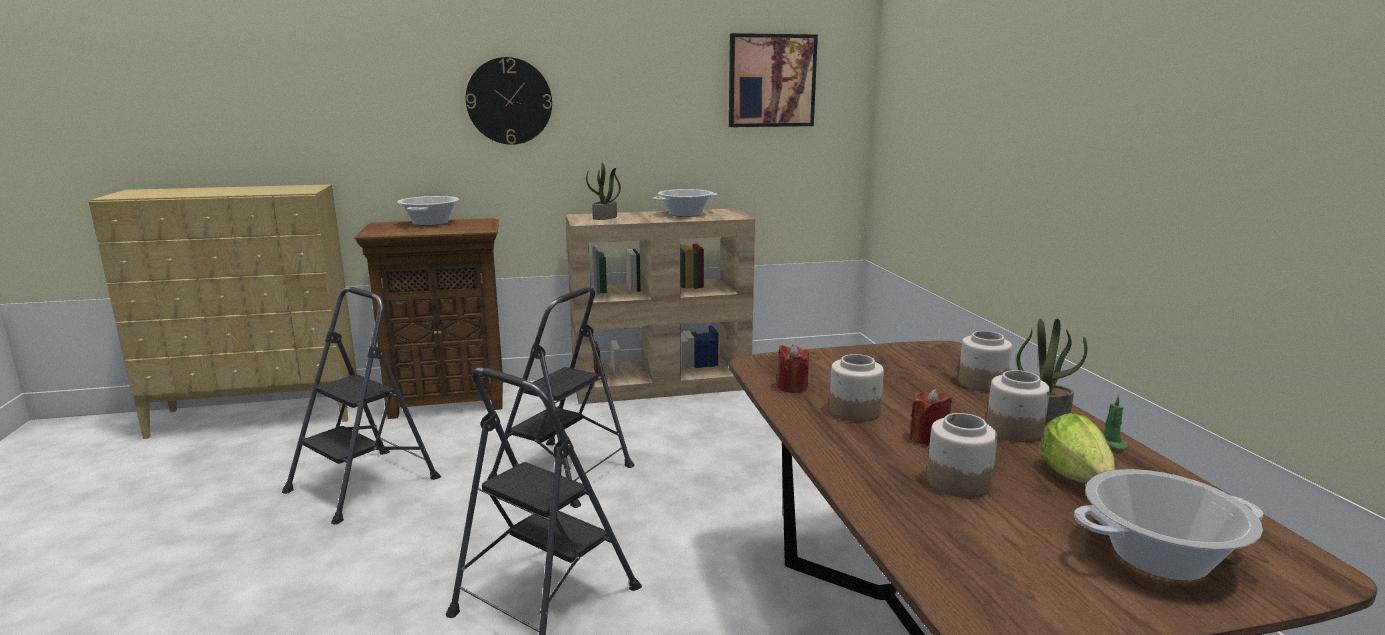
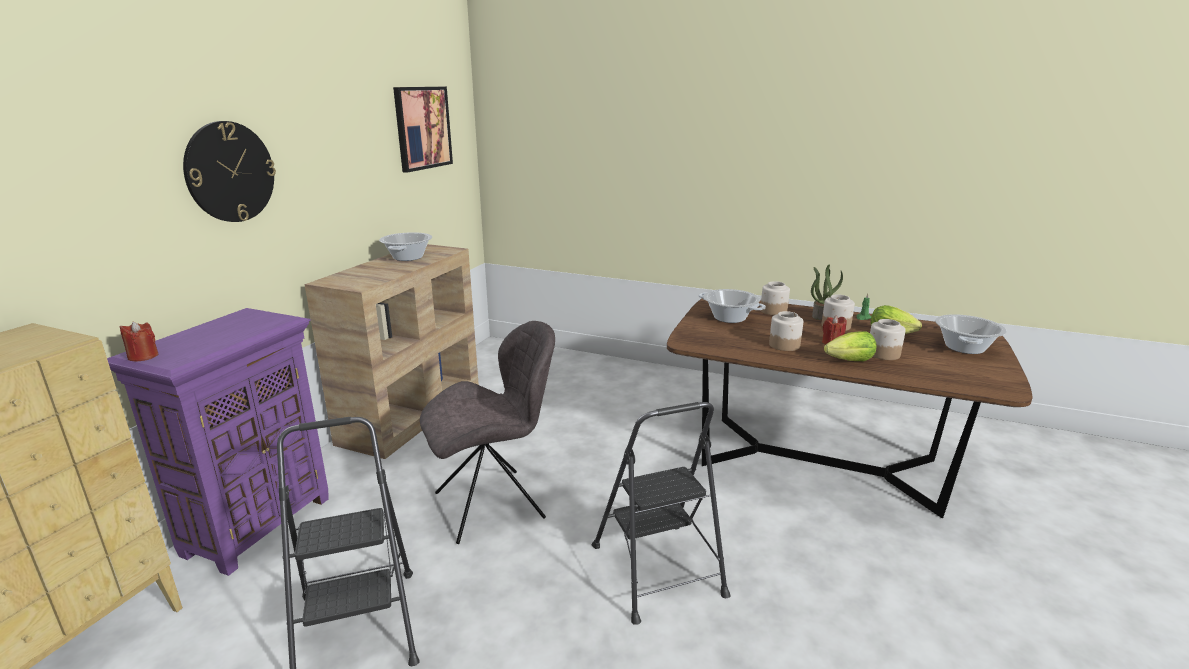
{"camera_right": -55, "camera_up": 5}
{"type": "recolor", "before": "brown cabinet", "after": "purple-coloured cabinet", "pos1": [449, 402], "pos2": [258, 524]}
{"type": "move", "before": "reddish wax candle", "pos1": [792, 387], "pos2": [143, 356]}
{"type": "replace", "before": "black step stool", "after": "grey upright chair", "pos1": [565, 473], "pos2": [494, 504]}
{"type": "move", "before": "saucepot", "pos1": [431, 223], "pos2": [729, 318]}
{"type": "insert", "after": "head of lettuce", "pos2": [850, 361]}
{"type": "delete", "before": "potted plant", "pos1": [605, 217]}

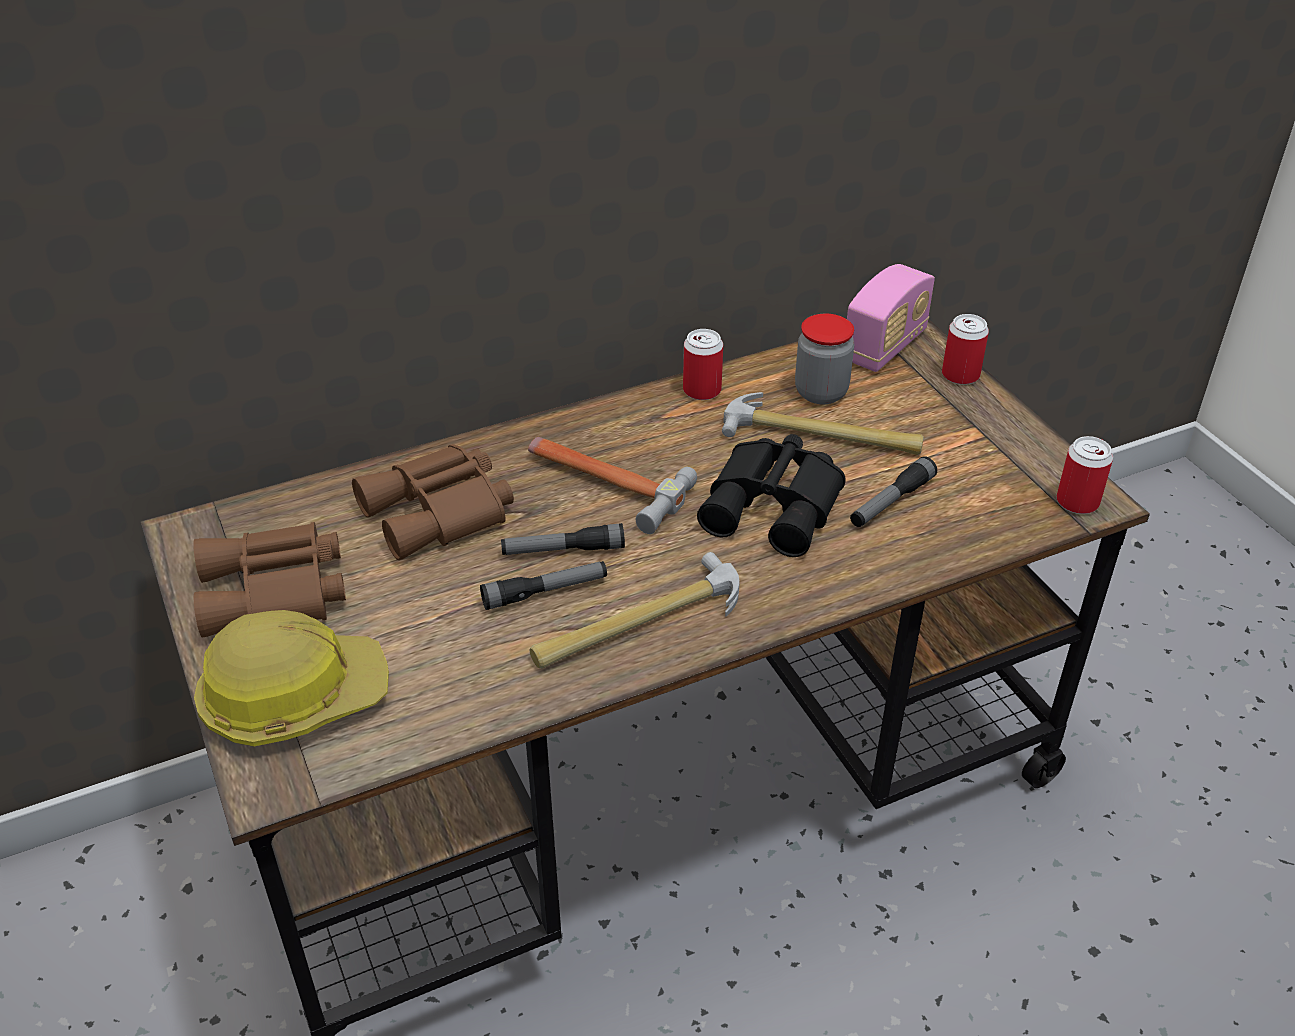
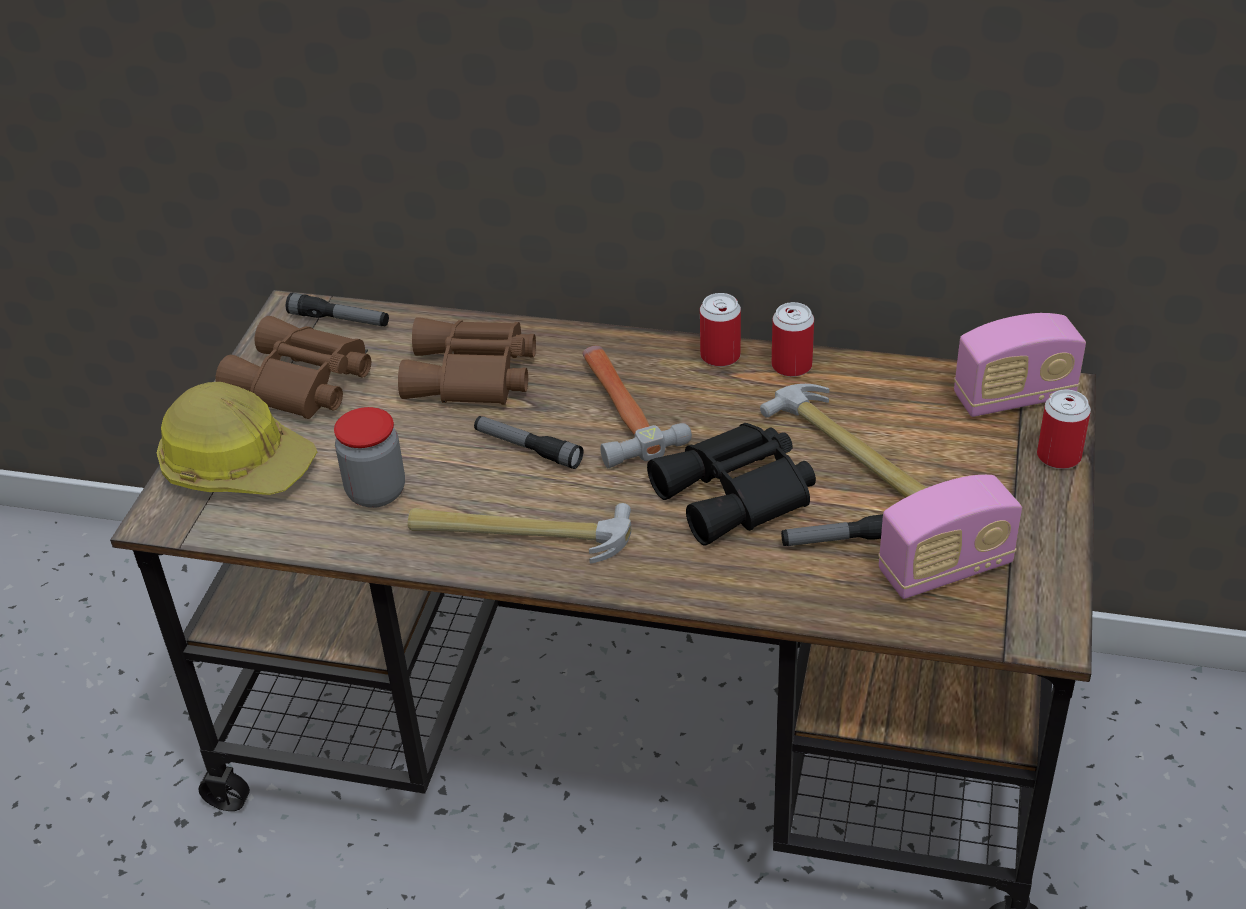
{"camera_right": 40, "camera_up": 0}
{"type": "move", "before": "flashlight", "pos1": [545, 592], "pos2": [339, 320]}
{"type": "move", "before": "preserve jar", "pos1": [821, 392], "pos2": [376, 492]}
{"type": "move", "before": "sealed can", "pos1": [1077, 502], "pos2": [720, 356]}
{"type": "insert", "after": "radio receiver", "pos2": [945, 569]}

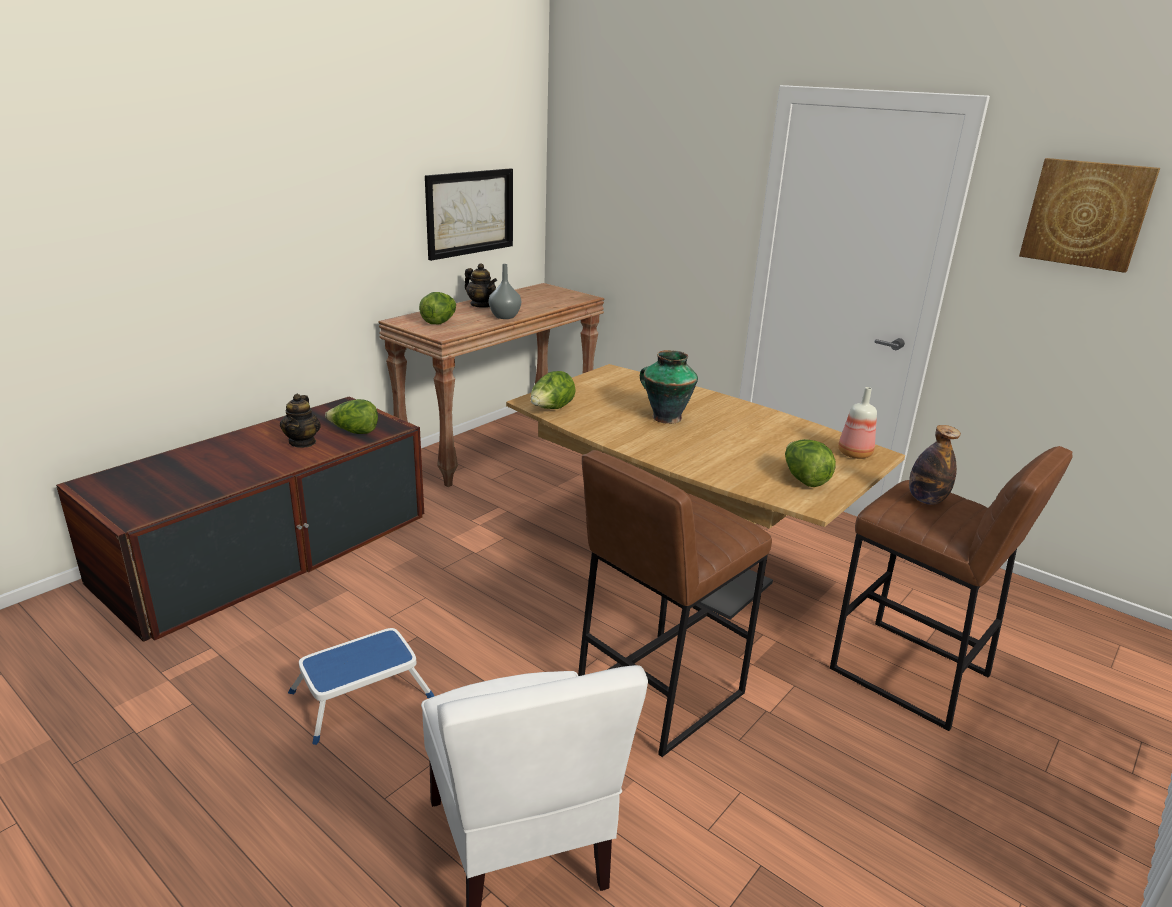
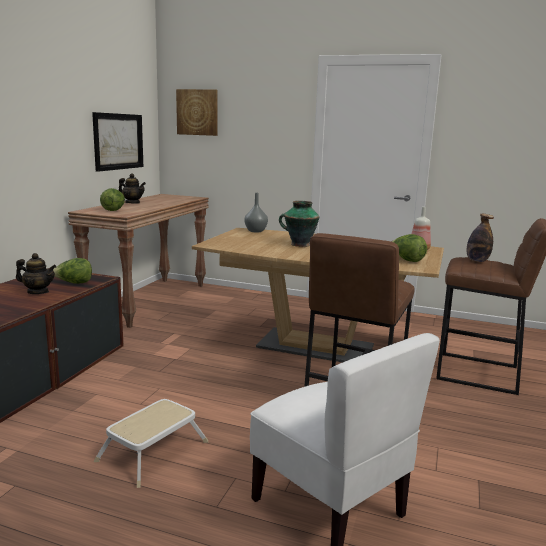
{"camera_right": -20, "camera_up": -10}
{"type": "rotate", "before": "teapot", "pos1": [303, 442], "pos2": [38, 292], "turn": -60}
{"type": "recolor", "before": "blue step stool", "after": "beige-coloured step stool", "pos1": [361, 694], "pos2": [152, 451]}
{"type": "move", "before": "wall art", "pos1": [1086, 214], "pos2": [197, 112]}
{"type": "move", "before": "grey decorative vase", "pos1": [505, 317], "pos2": [256, 231]}
{"type": "delete", "before": "head of lettuce", "pos1": [551, 409]}

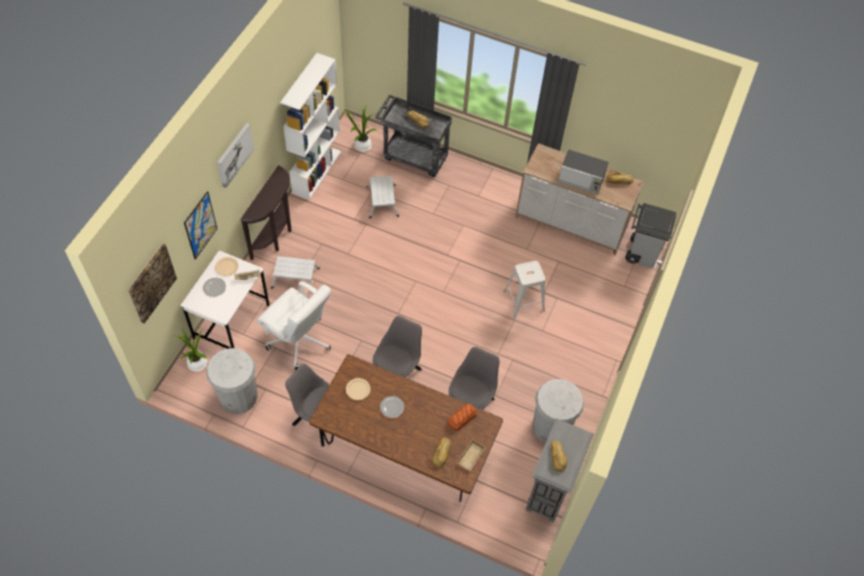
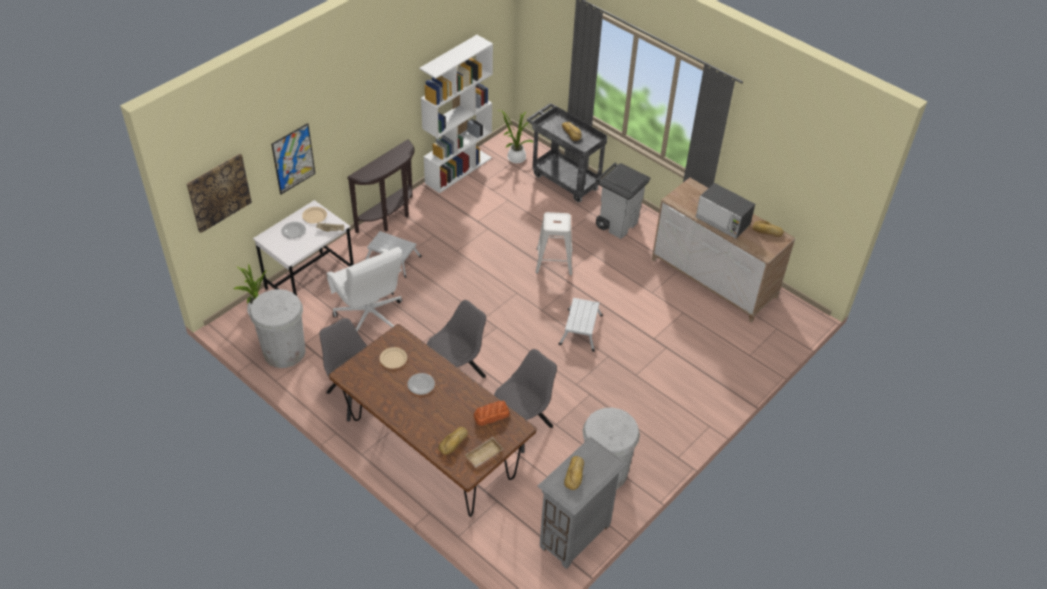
{"camera_right": 20, "camera_up": -10}
{"type": "move", "before": "whitish stool", "pos1": [523, 300], "pos2": [554, 261]}
{"type": "move", "before": "whitish step stool", "pos1": [382, 201], "pos2": [580, 330]}
{"type": "move", "before": "grey rubbish bin", "pos1": [641, 253], "pos2": [617, 223]}
{"type": "delete", "before": "wall art", "pos1": [234, 155]}

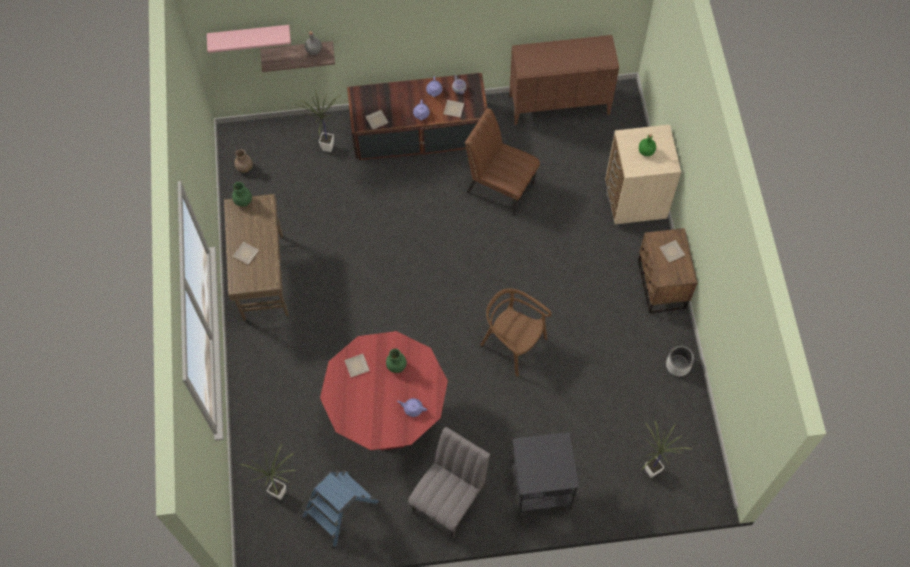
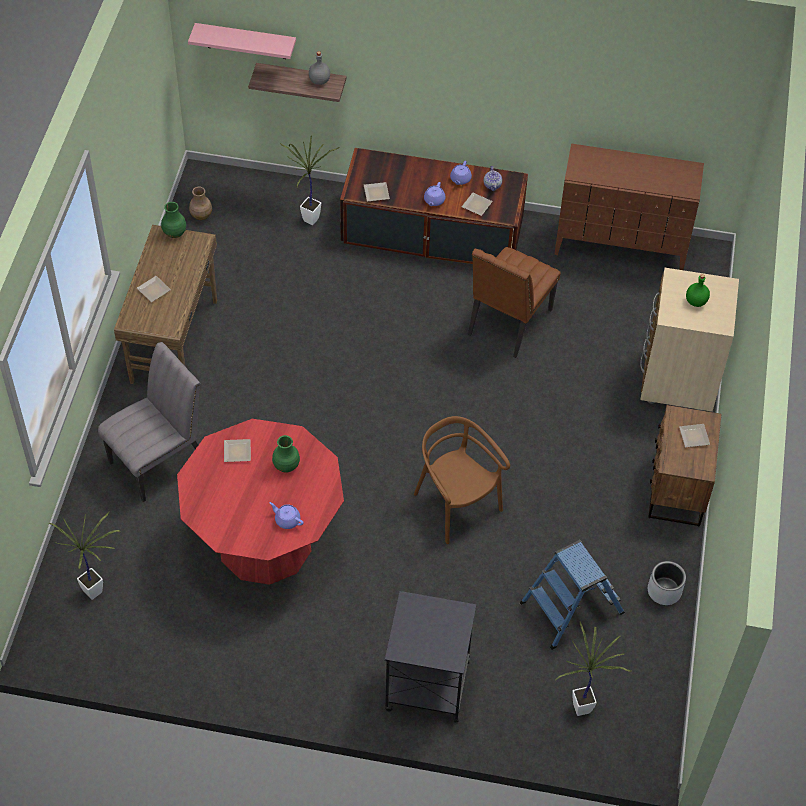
{"camera_right": 15, "camera_up": -10}
{"type": "move", "before": "grey upright chair", "pos1": [450, 500], "pos2": [158, 462]}
{"type": "rotate", "before": "brown upright chair", "pos1": [501, 188], "pos2": [509, 321], "turn": -105}
{"type": "move", "before": "blue step stool", "pos1": [341, 509], "pos2": [572, 607]}

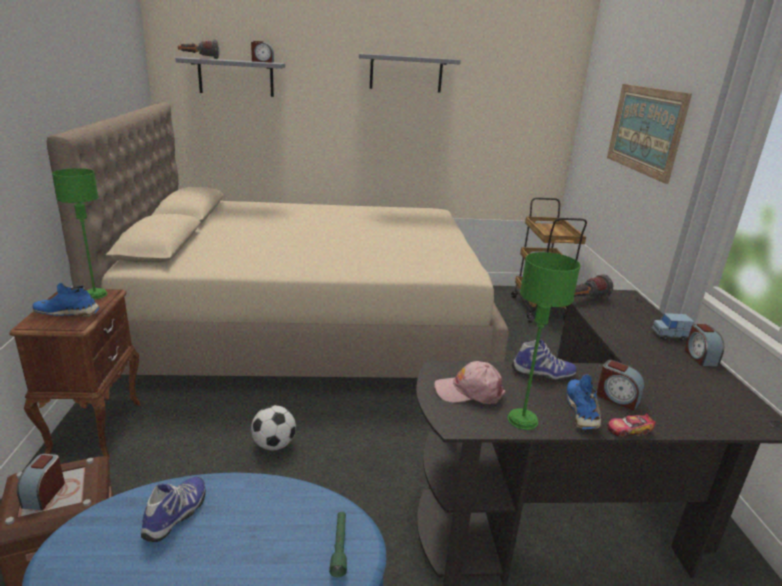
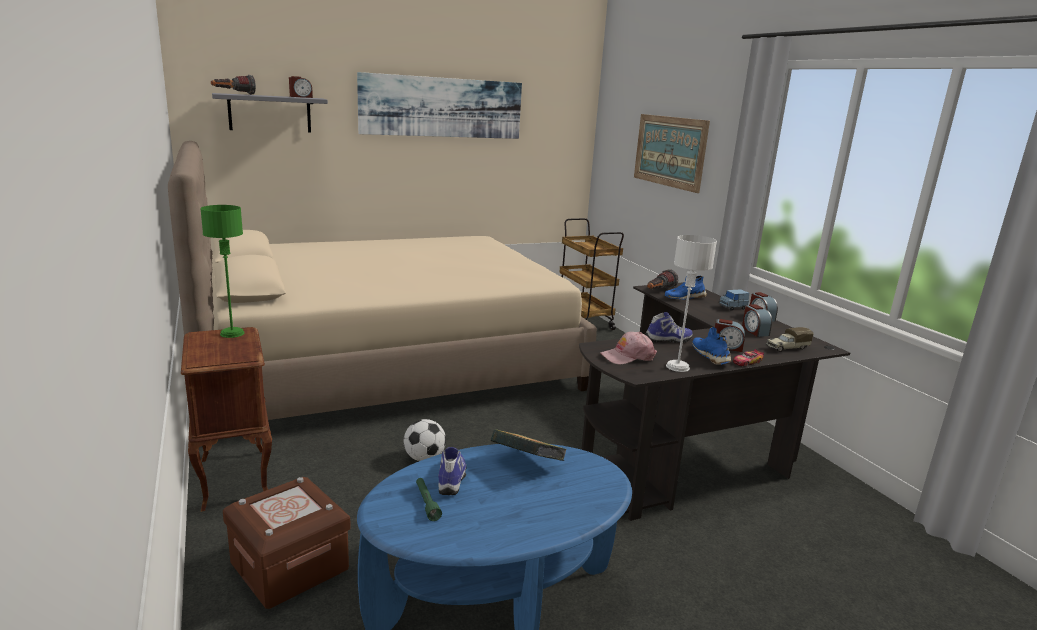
{"camera_right": -20, "camera_up": -5}
{"type": "replace", "before": "grey shelf", "after": "wall art", "pos1": [406, 73], "pos2": [442, 107]}
{"type": "move", "before": "green flashlight", "pos1": [339, 547], "pos2": [427, 503]}
{"type": "insert", "after": "book", "pos2": [527, 463]}
{"type": "move", "before": "blue item of footwear", "pos1": [68, 312], "pos2": [684, 297]}
{"type": "recolor", "before": "green table lamp", "after": "whitish table lamp", "pos1": [522, 420], "pos2": [677, 367]}
{"type": "move", "before": "table clock", "pos1": [44, 494], "pos2": [754, 331]}
{"type": "insert", "after": "toy lorry", "pos2": [786, 348]}

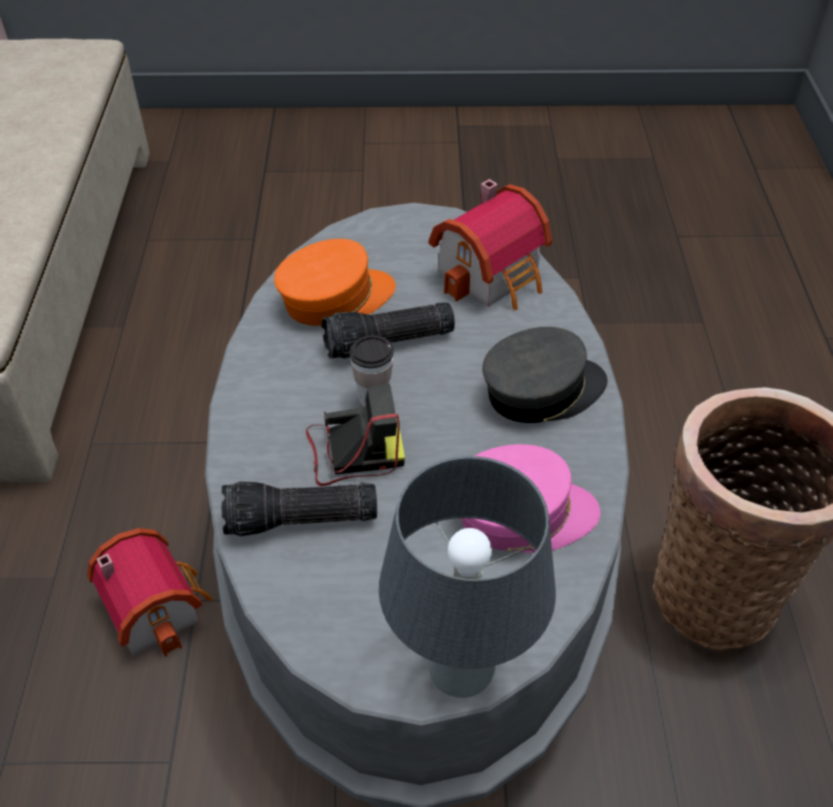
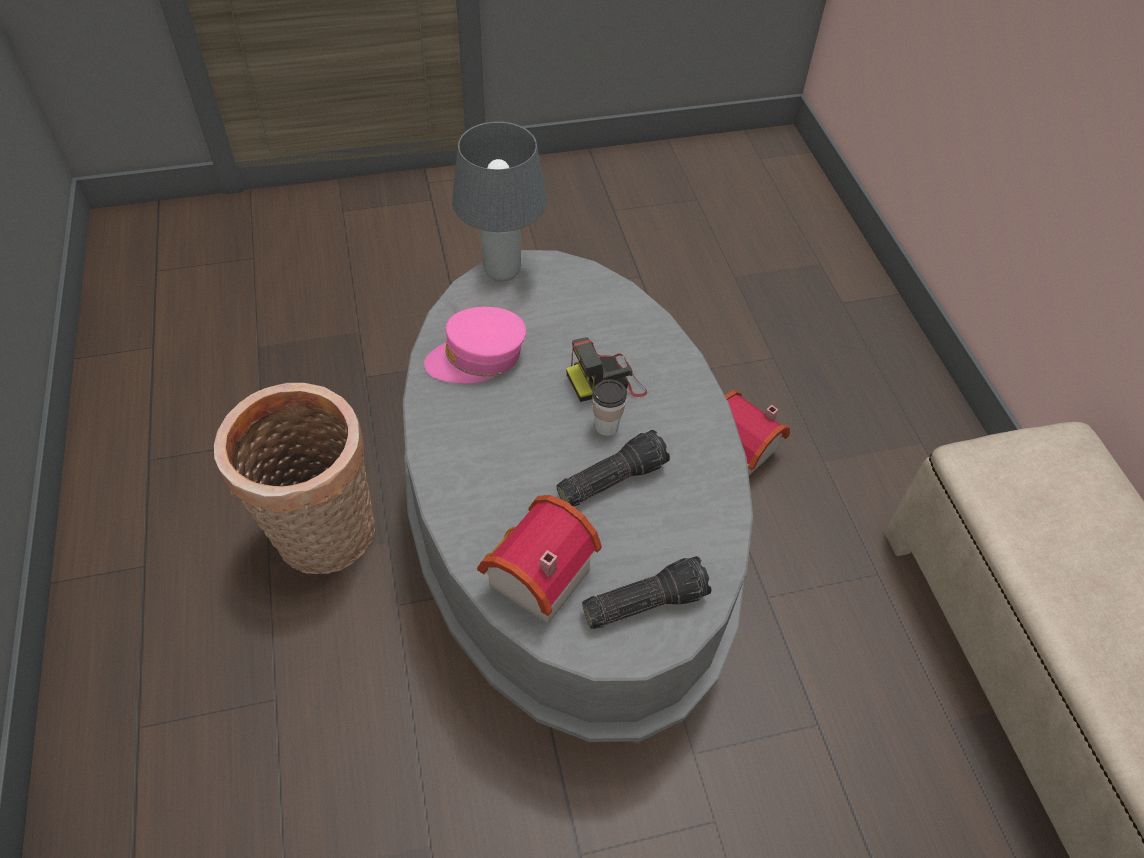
{"camera_right": 165, "camera_up": 5}
{"type": "move", "before": "flashlight", "pos1": [299, 521], "pos2": [644, 601]}
{"type": "delete", "before": "orange cap", "pos1": [335, 298]}
{"type": "delete", "before": "grey cap", "pos1": [542, 391]}

